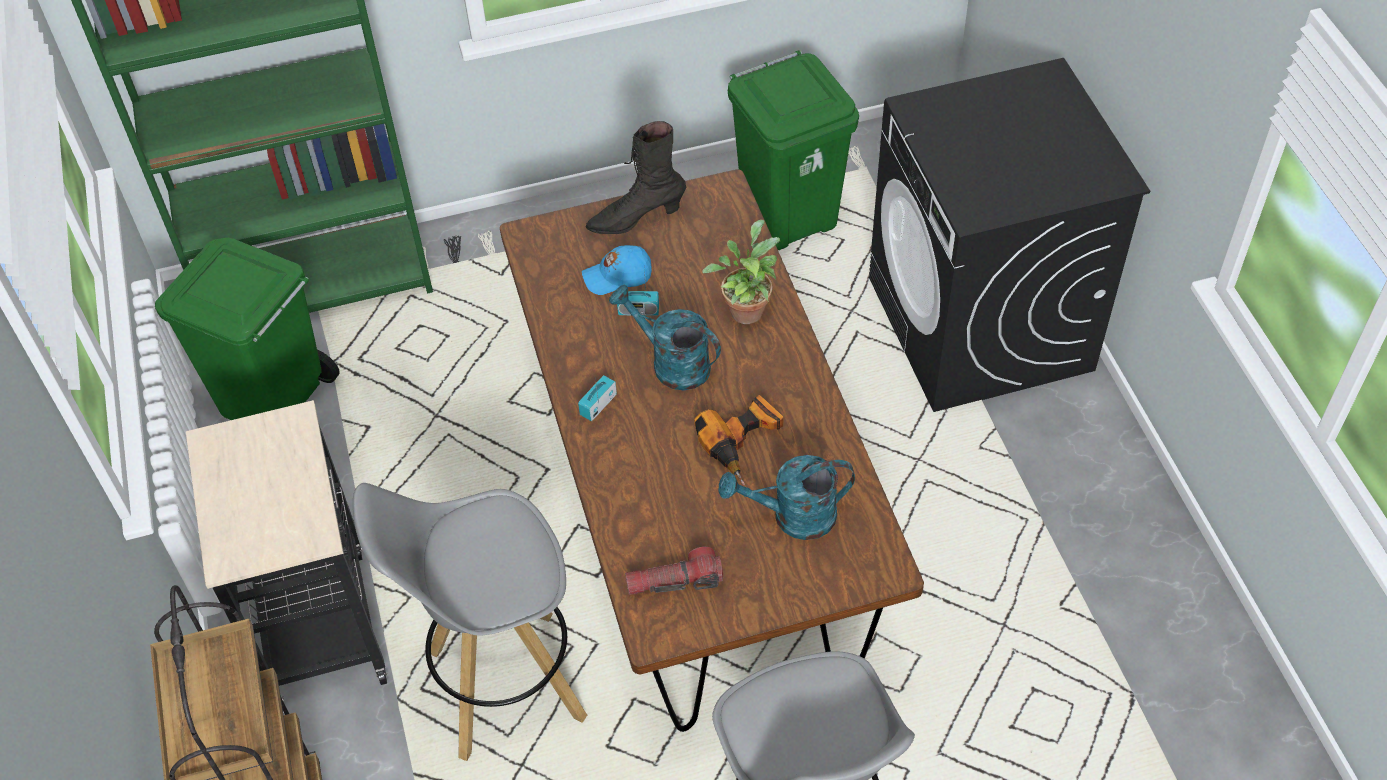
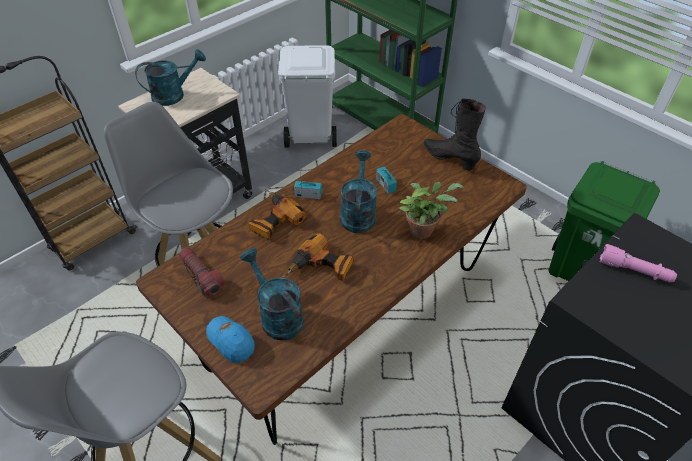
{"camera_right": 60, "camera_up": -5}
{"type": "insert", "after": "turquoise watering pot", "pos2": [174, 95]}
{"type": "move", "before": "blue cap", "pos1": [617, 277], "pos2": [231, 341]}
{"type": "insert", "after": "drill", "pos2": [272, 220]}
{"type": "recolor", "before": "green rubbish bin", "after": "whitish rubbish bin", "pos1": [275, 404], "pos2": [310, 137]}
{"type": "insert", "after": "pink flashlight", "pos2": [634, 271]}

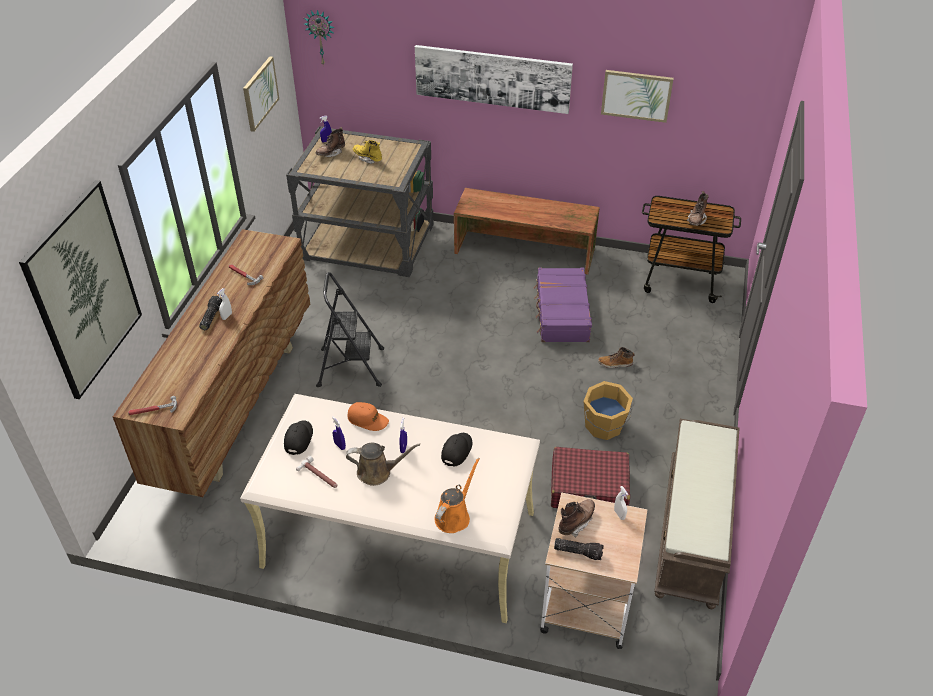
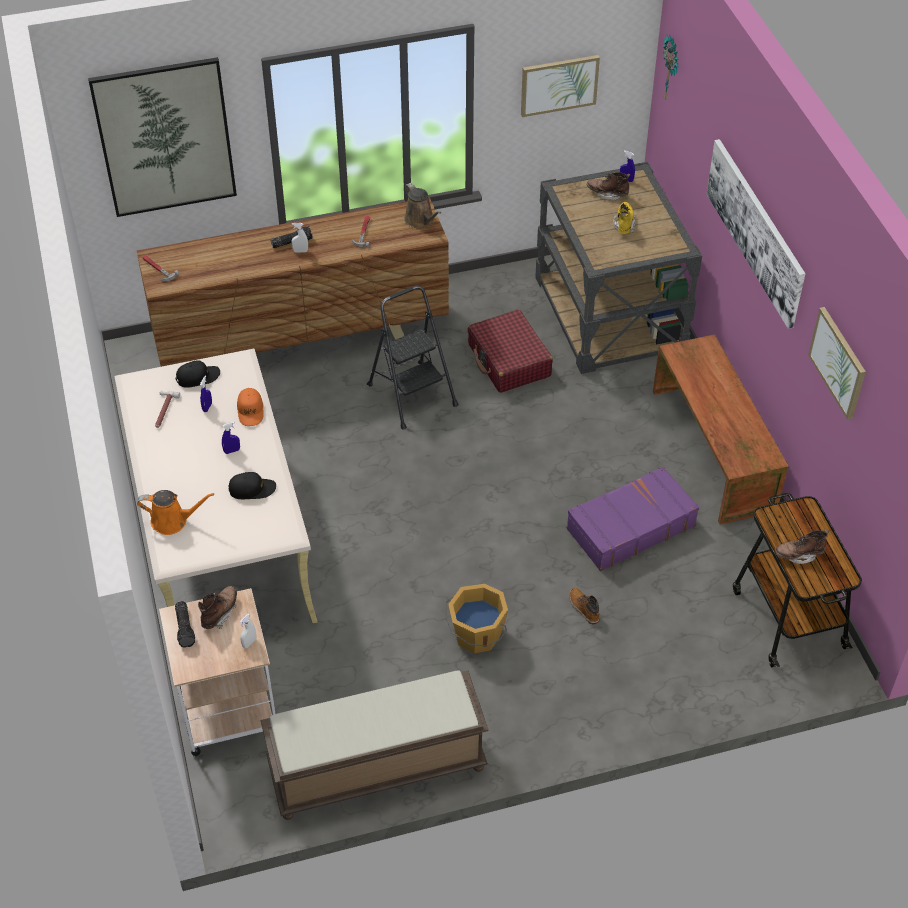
{"camera_right": 60, "camera_up": 5}
{"type": "rotate", "before": "brown boot", "pos1": [576, 522], "pos2": [219, 613], "turn": -75}
{"type": "move", "before": "brown watering pot", "pos1": [377, 472], "pos2": [420, 220]}
{"type": "move", "before": "reddish piece of luggage", "pos1": [589, 489], "pos2": [509, 361]}

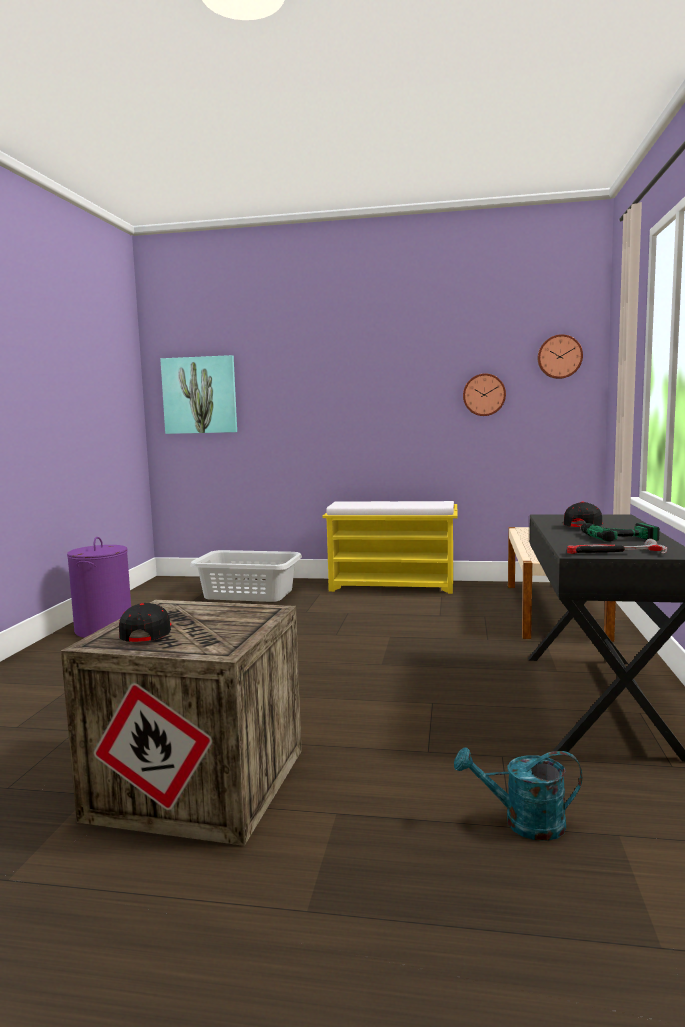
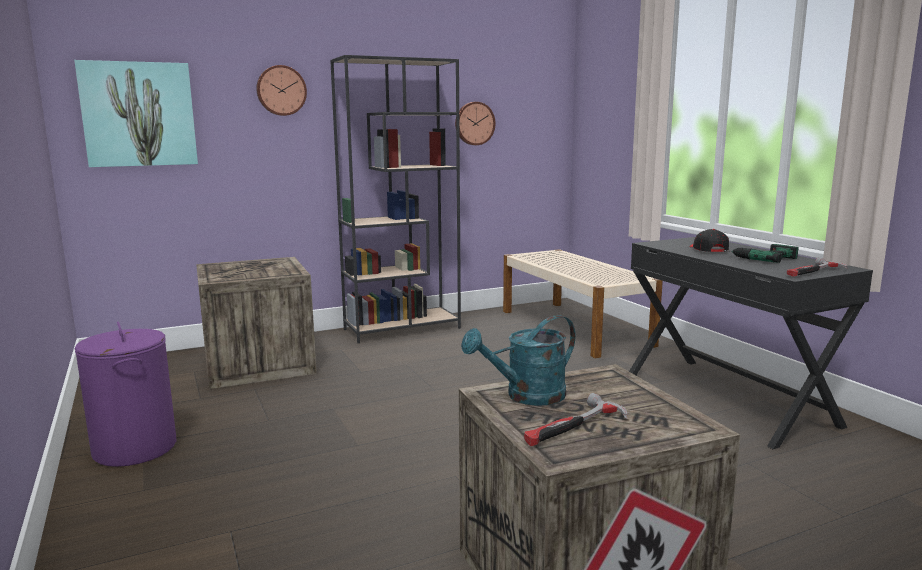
{"camera_right": -35, "camera_up": 5}
{"type": "replace", "before": "grey washing basket", "after": "packing crate", "pos1": [248, 594], "pos2": [257, 364]}
{"type": "move", "before": "hanging clock", "pos1": [559, 357], "pos2": [281, 90]}
{"type": "replace", "before": "yellowish long seat", "after": "bookcase", "pos1": [393, 586], "pos2": [402, 328]}
{"type": "move", "before": "turquoise watering pot", "pos1": [523, 823], "pos2": [526, 396]}
{"type": "replace", "before": "black cap", "after": "tool hammer", "pos1": [147, 633], "pos2": [574, 428]}

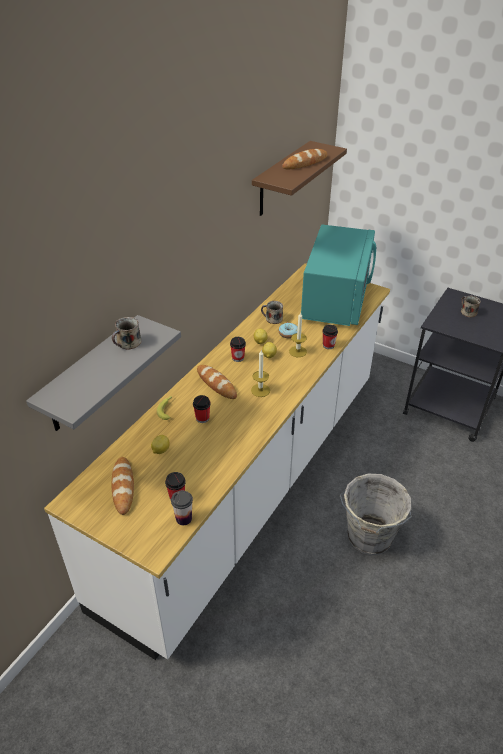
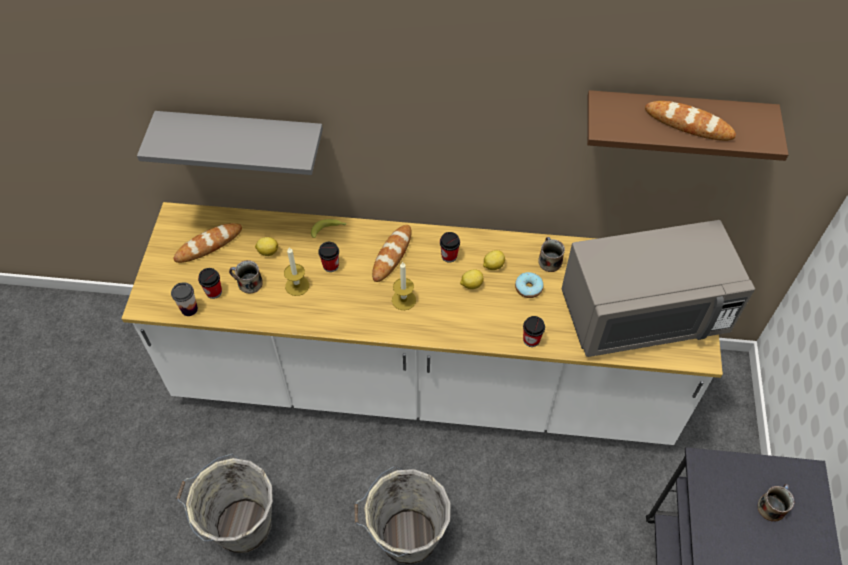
{"camera_right": 65, "camera_up": 15}
{"type": "insert", "after": "grey bucket", "pos2": [241, 525]}
{"type": "move", "before": "coffee mug", "pos1": [128, 343], "pos2": [248, 283]}
{"type": "move", "before": "wax candle", "pos1": [297, 351], "pos2": [297, 285]}
{"type": "recolor", "before": "turquoise kitchen microwave", "after": "grey kitchen microwave", "pos1": [335, 299], "pos2": [642, 314]}

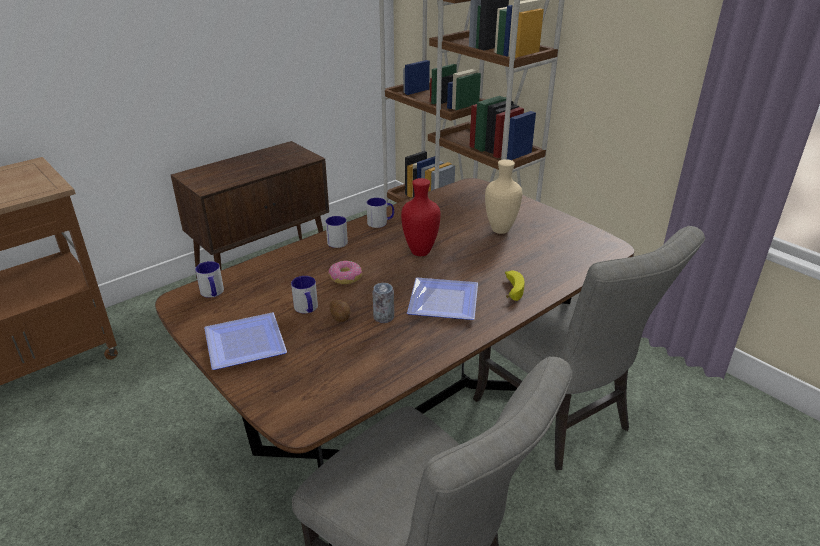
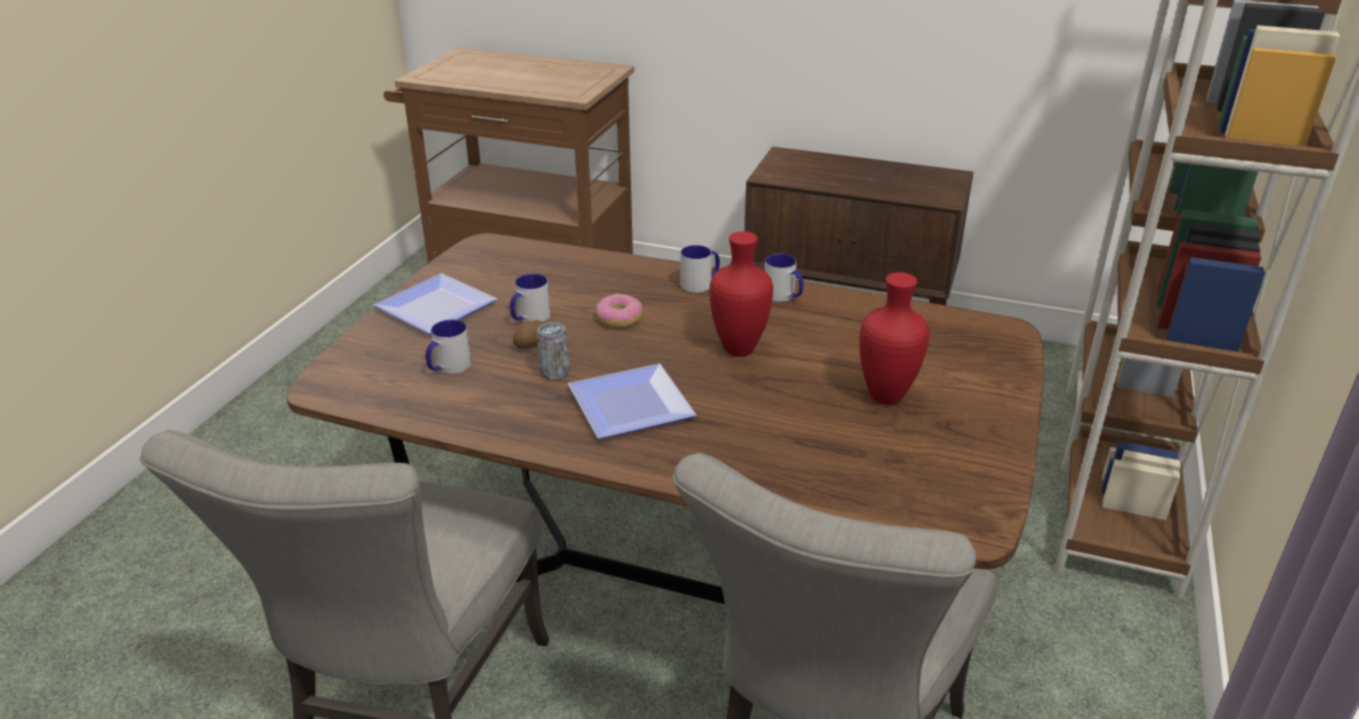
{"camera_right": 60, "camera_up": 0}
{"type": "move", "before": "coffee mug", "pos1": [213, 293], "pos2": [448, 368]}
{"type": "recolor", "before": "beige-coloured decorative vase", "after": "reddish decorative vase", "pos1": [499, 230], "pos2": [885, 395]}
{"type": "delete", "before": "whole banana", "pos1": [511, 289]}

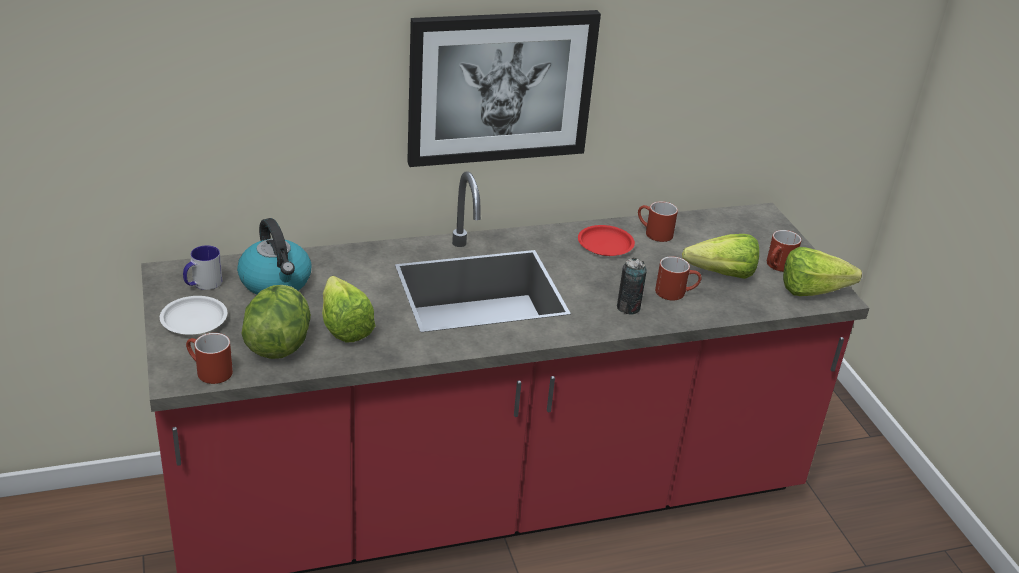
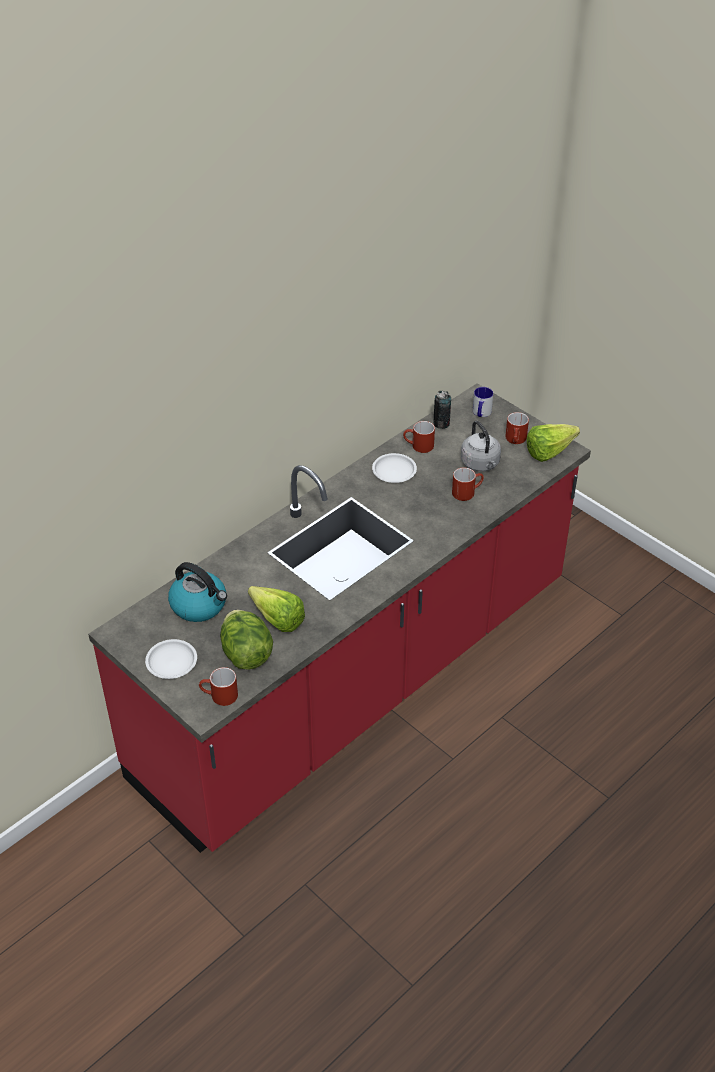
{"camera_right": -25, "camera_up": 10}
{"type": "recolor", "before": "reddish plate", "after": "whitish plate", "pos1": [606, 244], "pos2": [394, 471]}
{"type": "move", "before": "sealed can", "pos1": [628, 308], "pos2": [441, 424]}
{"type": "replace", "before": "head of lettuce", "after": "grey kettle", "pos1": [715, 273], "pos2": [481, 464]}
{"type": "move", "before": "coffee mug", "pos1": [202, 284], "pos2": [481, 413]}
{"type": "delete", "before": "wall art", "pos1": [500, 87]}

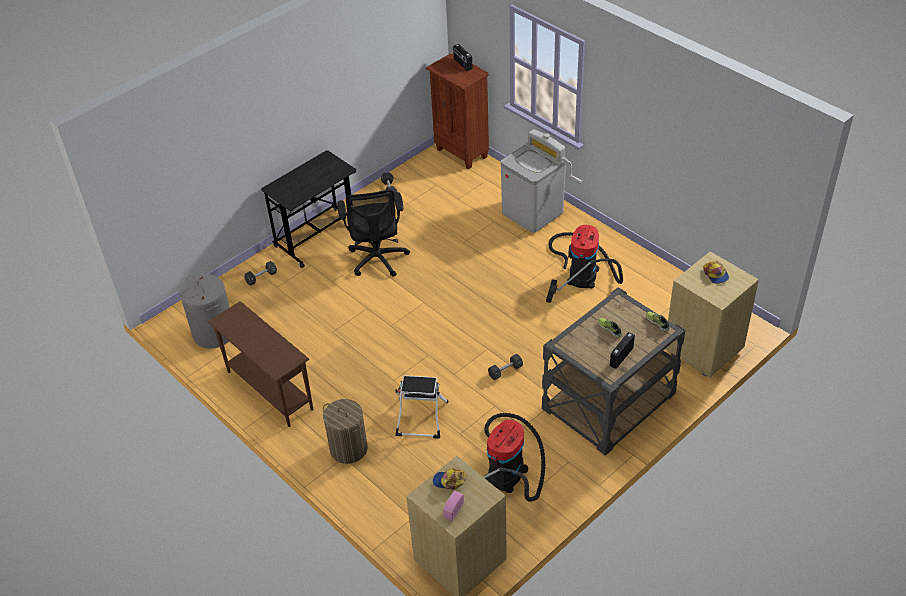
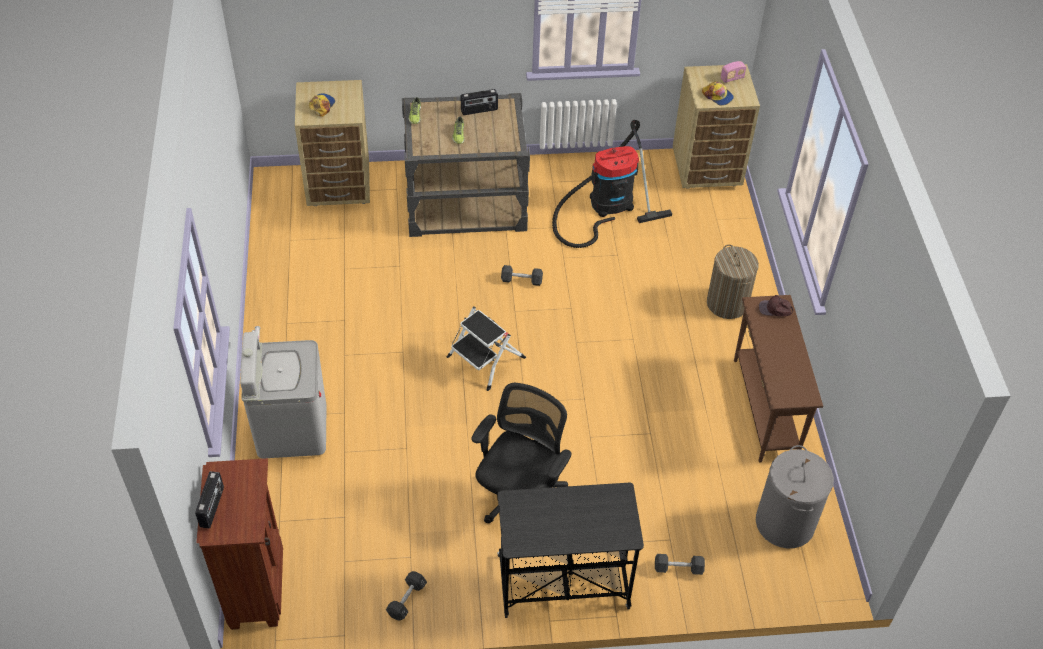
{"camera_right": -145, "camera_up": 5}
{"type": "move", "before": "step stool", "pos1": [420, 416], "pos2": [486, 359]}
{"type": "insert", "after": "brown cap", "pos2": [775, 309]}
{"type": "delete", "before": "vacuum cleaner", "pos1": [582, 273]}

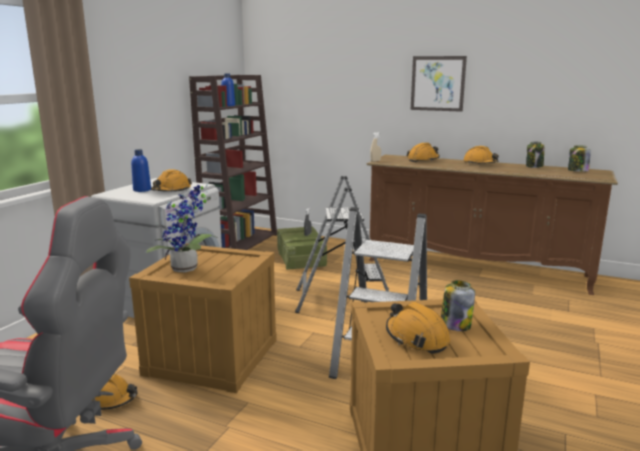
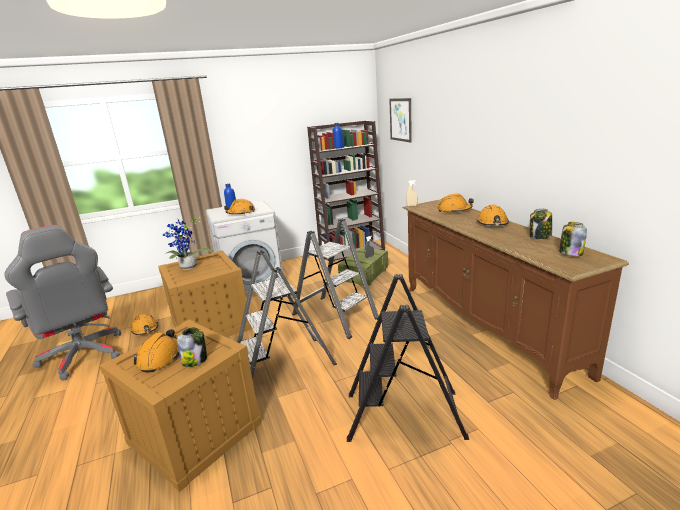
{"camera_right": 45, "camera_up": 5}
{"type": "insert", "after": "black step stool", "pos2": [405, 414]}
{"type": "move", "before": "wall art", "pos1": [437, 83], "pos2": [400, 119]}

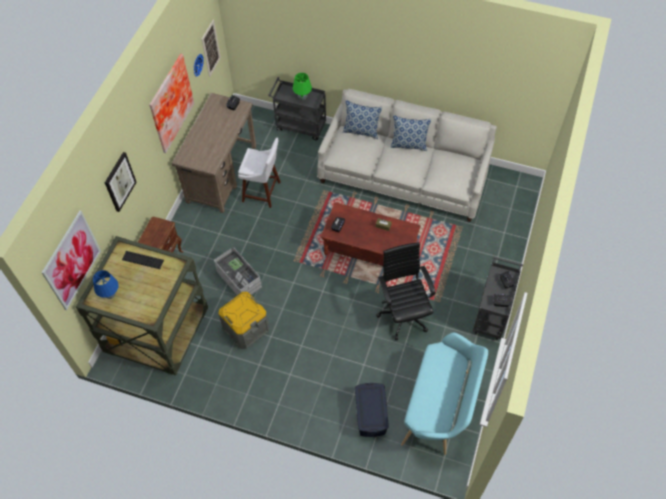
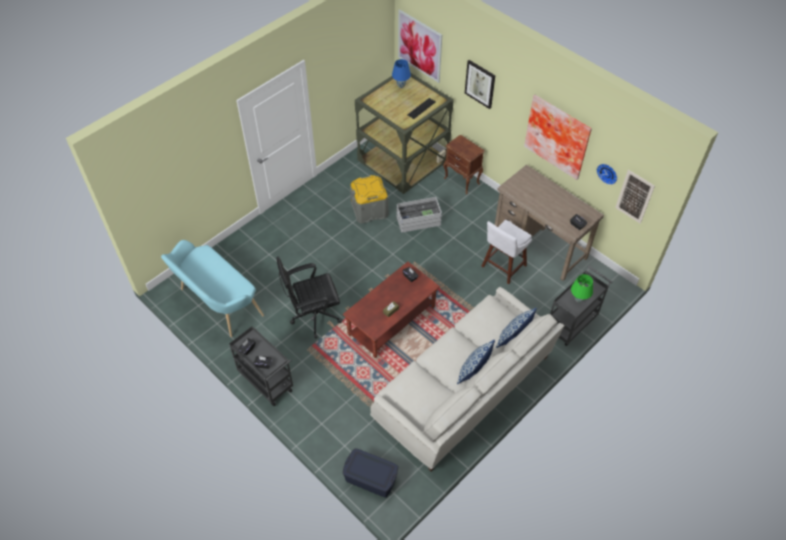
{"camera_right": 115, "camera_up": -5}
{"type": "rotate", "before": "black desk chair", "pos1": [403, 314], "pos2": [313, 317], "turn": 150}
{"type": "move", "before": "blue storage box", "pos1": [370, 414], "pos2": [371, 478]}

